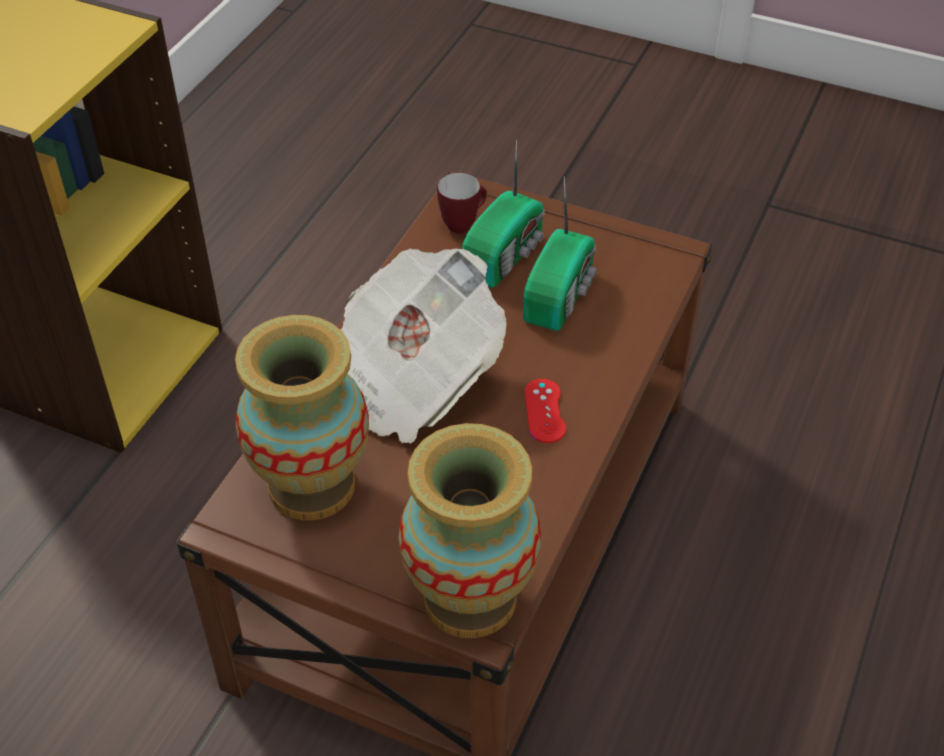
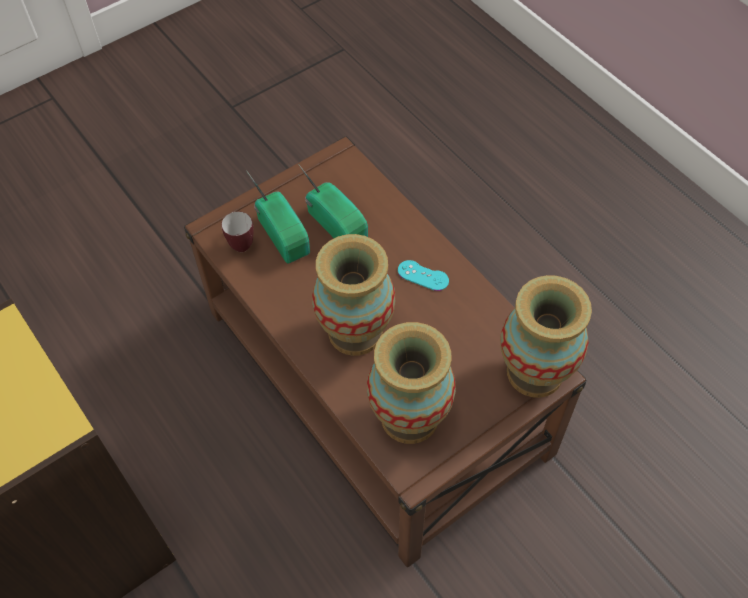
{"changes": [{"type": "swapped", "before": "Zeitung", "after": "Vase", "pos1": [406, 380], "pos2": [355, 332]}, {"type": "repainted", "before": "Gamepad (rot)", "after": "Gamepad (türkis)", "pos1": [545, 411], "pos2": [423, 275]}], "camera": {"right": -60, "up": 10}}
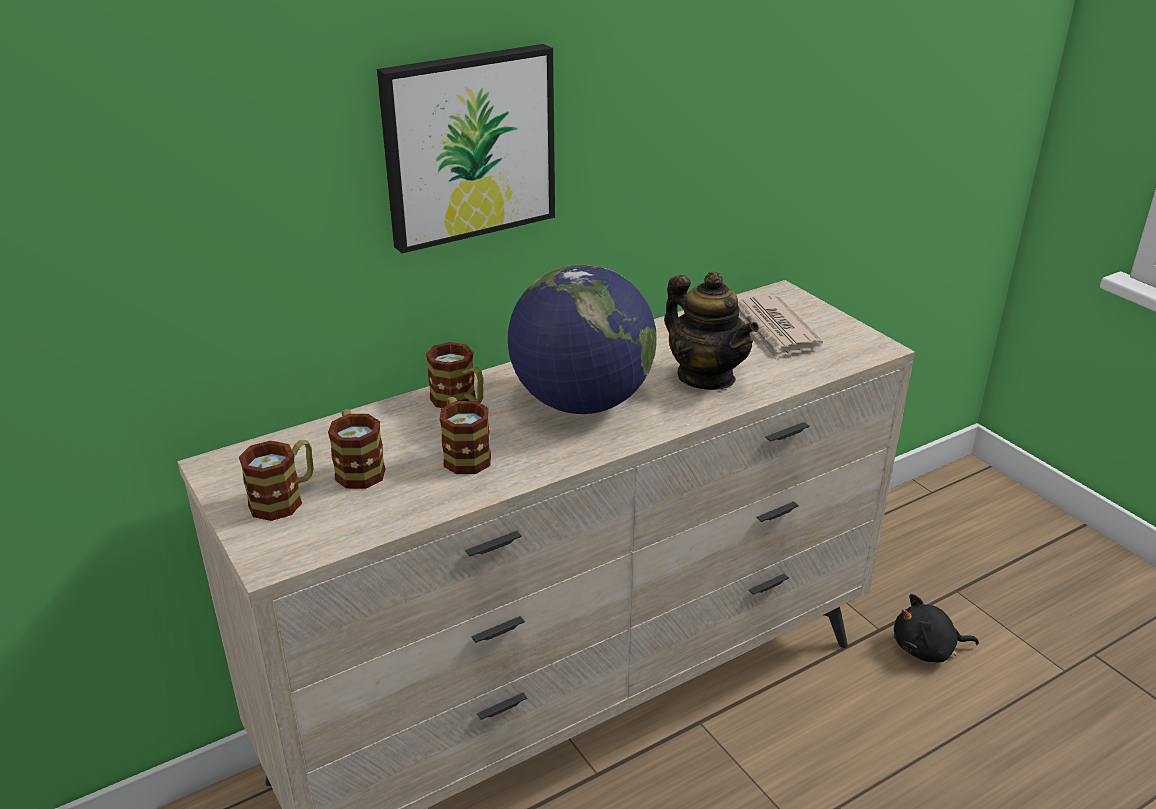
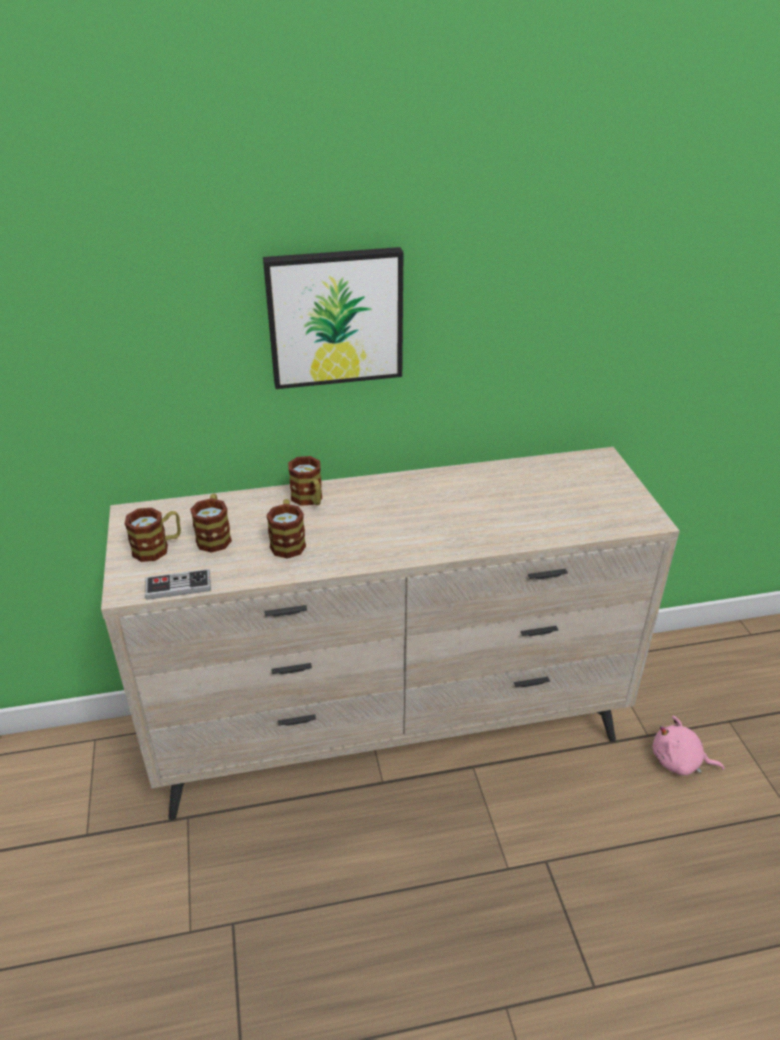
{"changes": [{"type": "gone", "before": "Globus", "pos1": [581, 403]}, {"type": "gone", "before": "Teekanne", "pos1": [706, 377]}, {"type": "gone", "before": "Zeitung", "pos1": [772, 330]}, {"type": "repainted", "before": "Plüschtier (schwarz)", "after": "Plüschtier (rosa)", "pos1": [927, 649], "pos2": [679, 762]}, {"type": "new", "after": "Gamepad", "pos2": [178, 586]}], "camera": {"right": 20, "up": 5}}
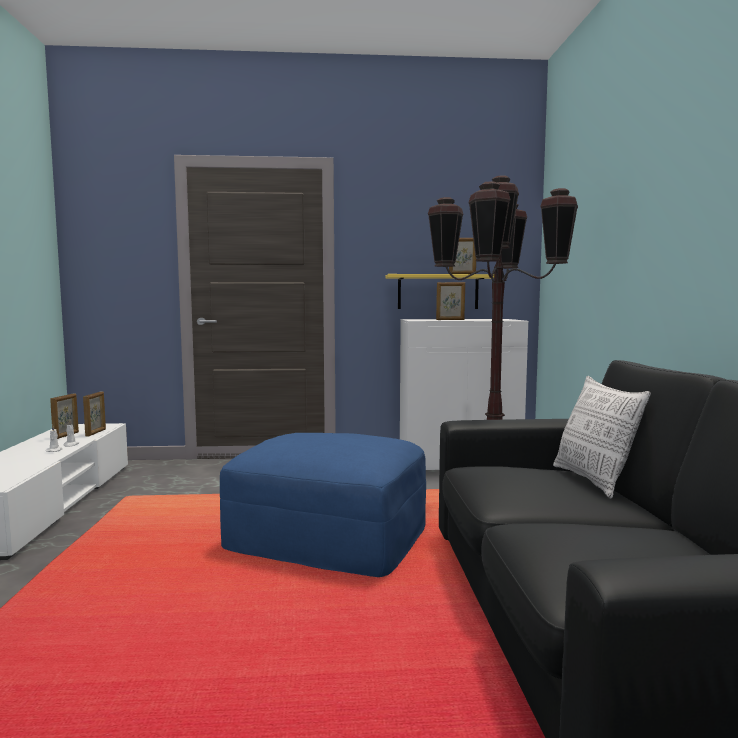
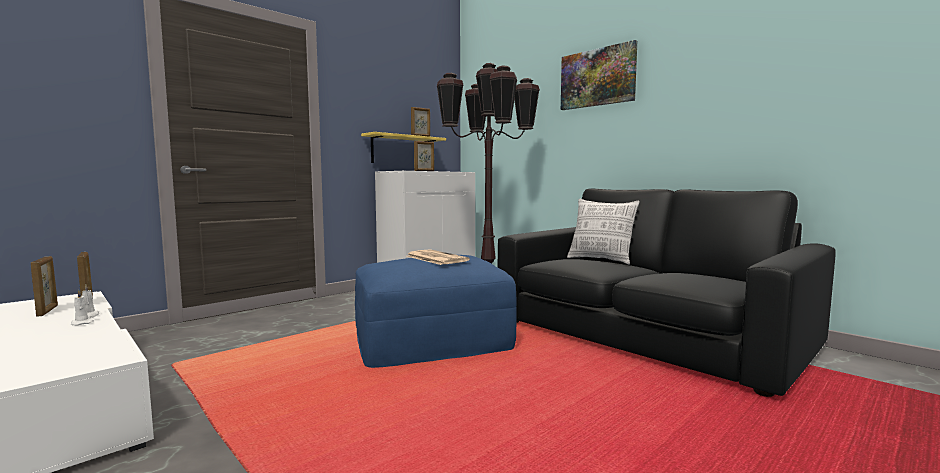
{"changes": [{"type": "new", "after": "Bild", "pos2": [597, 78]}, {"type": "new", "after": "Zeitung", "pos2": [435, 258]}], "camera": {"right": -40, "up": 0}}
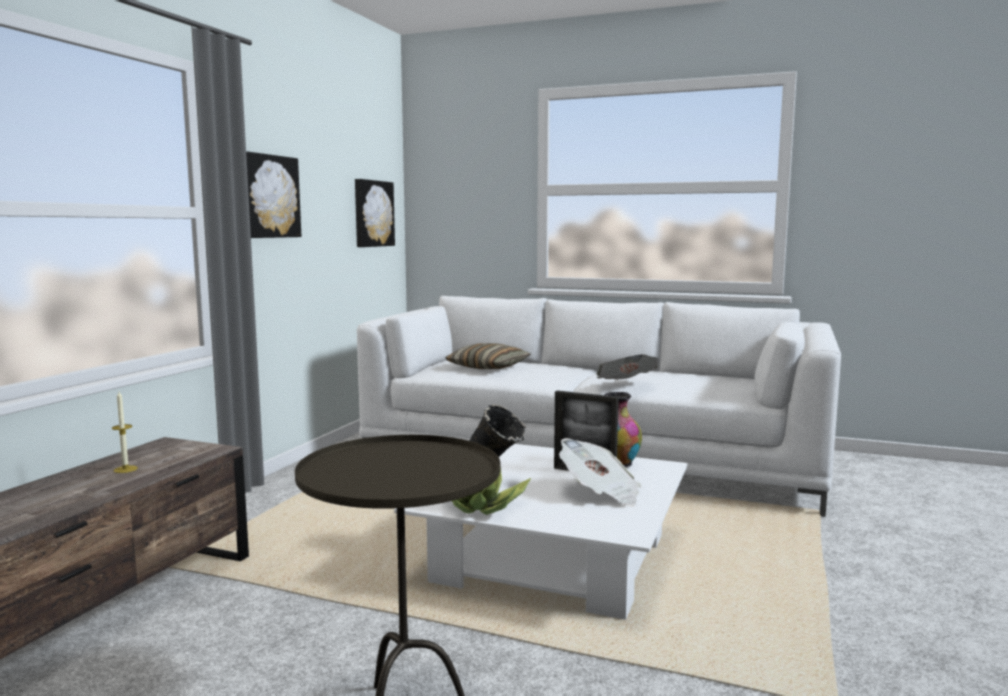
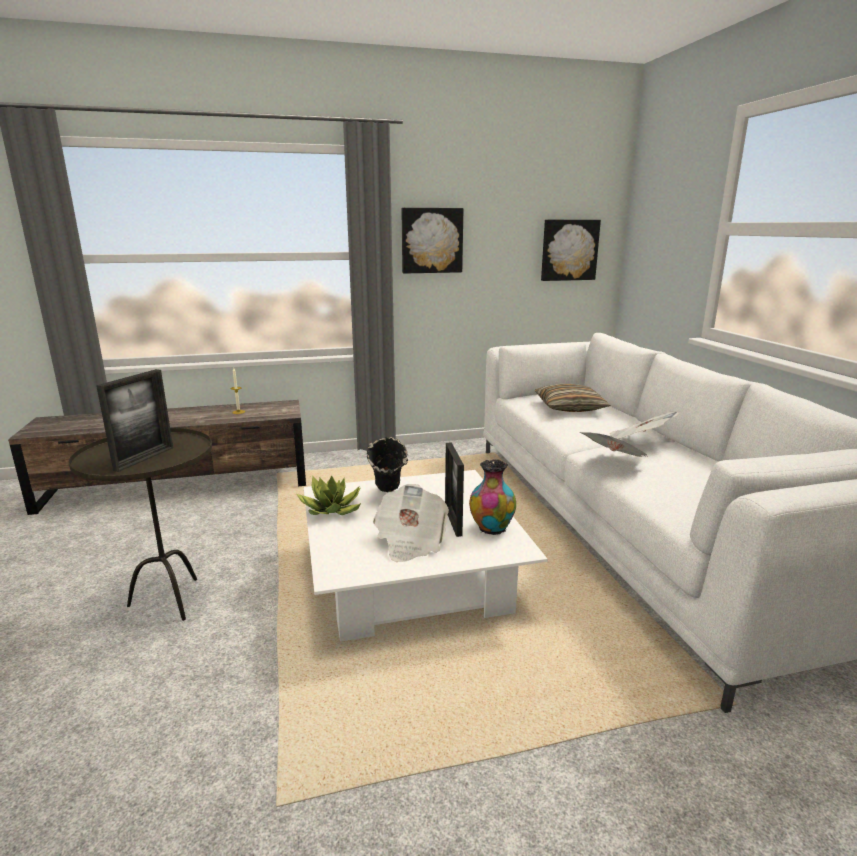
{"changes": [{"type": "new", "after": "Bilderrahmen", "pos2": [144, 459]}, {"type": "new", "after": "Zeitung", "pos2": [638, 442]}], "camera": {"right": 55, "up": 10}}
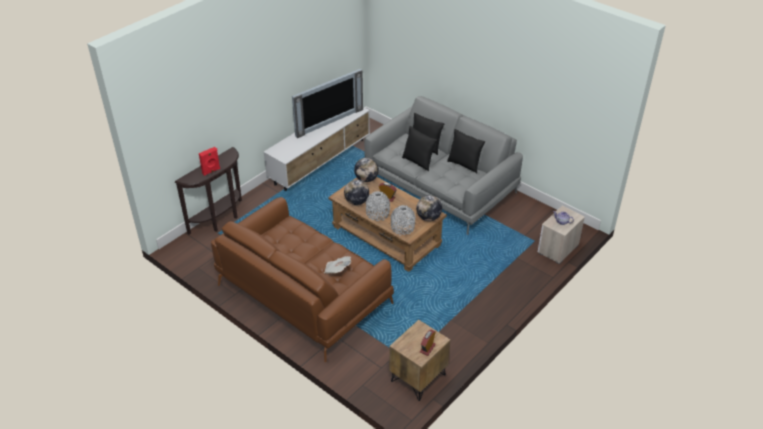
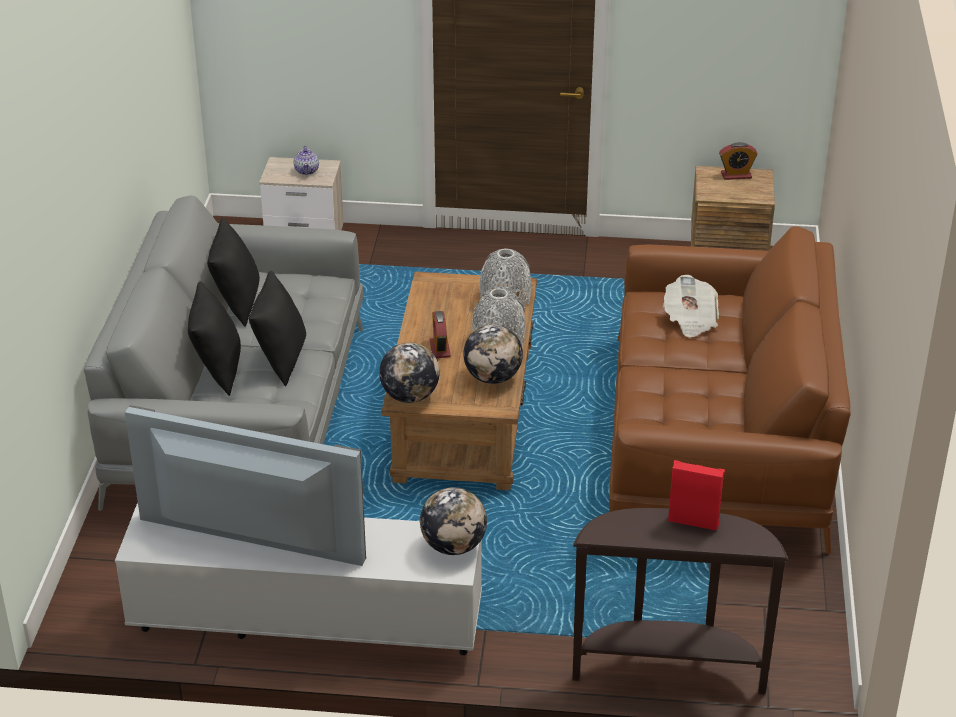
{"changes": [{"type": "shifted", "before": "Globus", "pos1": [428, 218], "pos2": [453, 546]}], "camera": {"right": -125, "up": -5}}
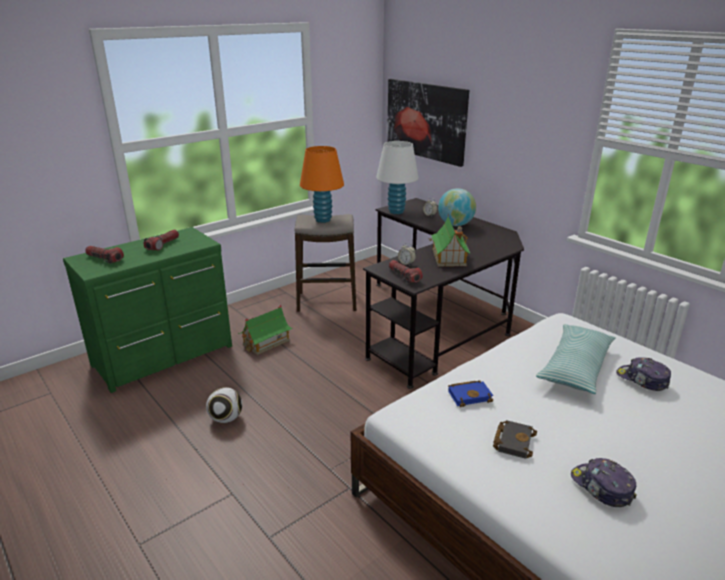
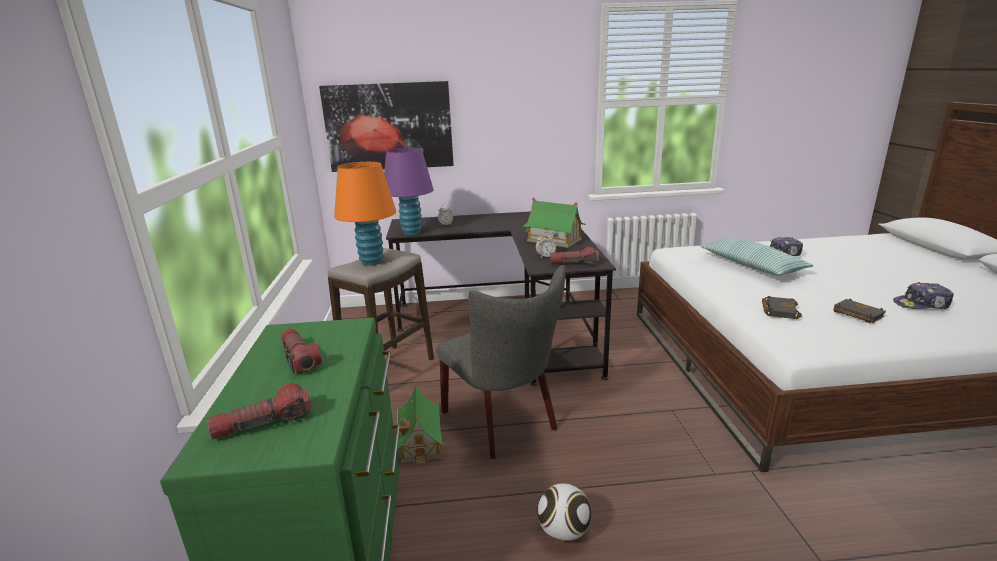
{"changes": [{"type": "repainted", "before": "Tischlampe (weiß)", "after": "Tischlampe (lila)", "pos1": [396, 212], "pos2": [412, 232]}, {"type": "gone", "before": "Globus", "pos1": [455, 225]}, {"type": "repainted", "before": "Buch (blau)", "after": "Buch (schwarz)", "pos1": [470, 395], "pos2": [778, 310]}, {"type": "new", "after": "Stuhl (grau)", "pos2": [504, 423]}], "camera": {"right": -55, "up": -5}}
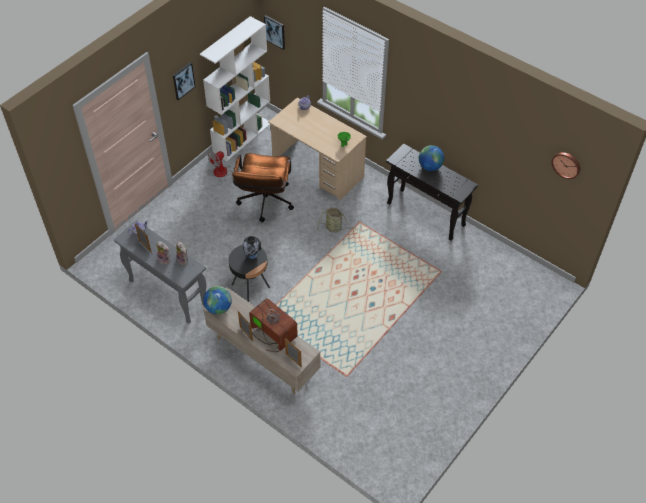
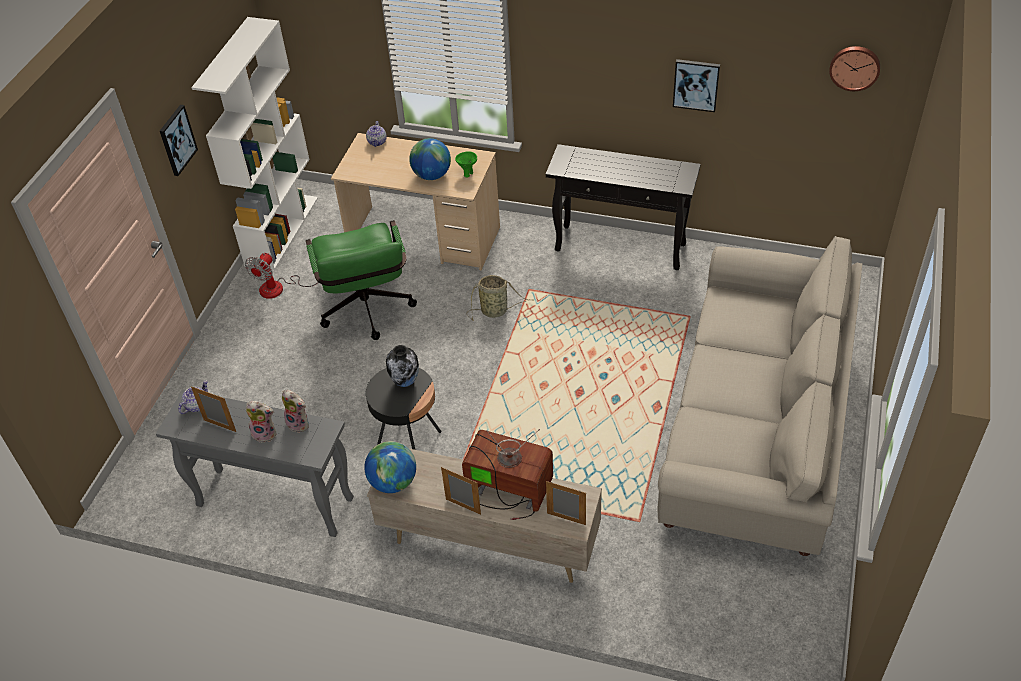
{"changes": [{"type": "shifted", "before": "Bild", "pos1": [275, 31], "pos2": [696, 84]}, {"type": "shifted", "before": "Globus", "pos1": [430, 167], "pos2": [432, 175]}, {"type": "repainted", "before": "Bürostuhl (braun)", "after": "Bürostuhl (grün)", "pos1": [265, 204], "pos2": [367, 313]}, {"type": "new", "after": "Sofa (beige)", "pos2": [755, 428]}], "camera": {"right": -20, "up": -5}}
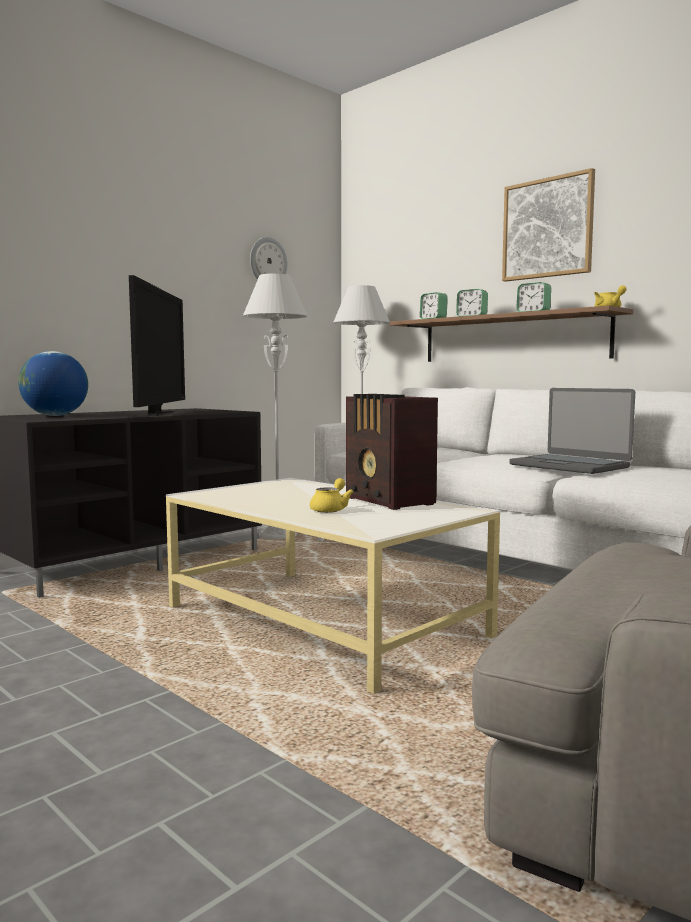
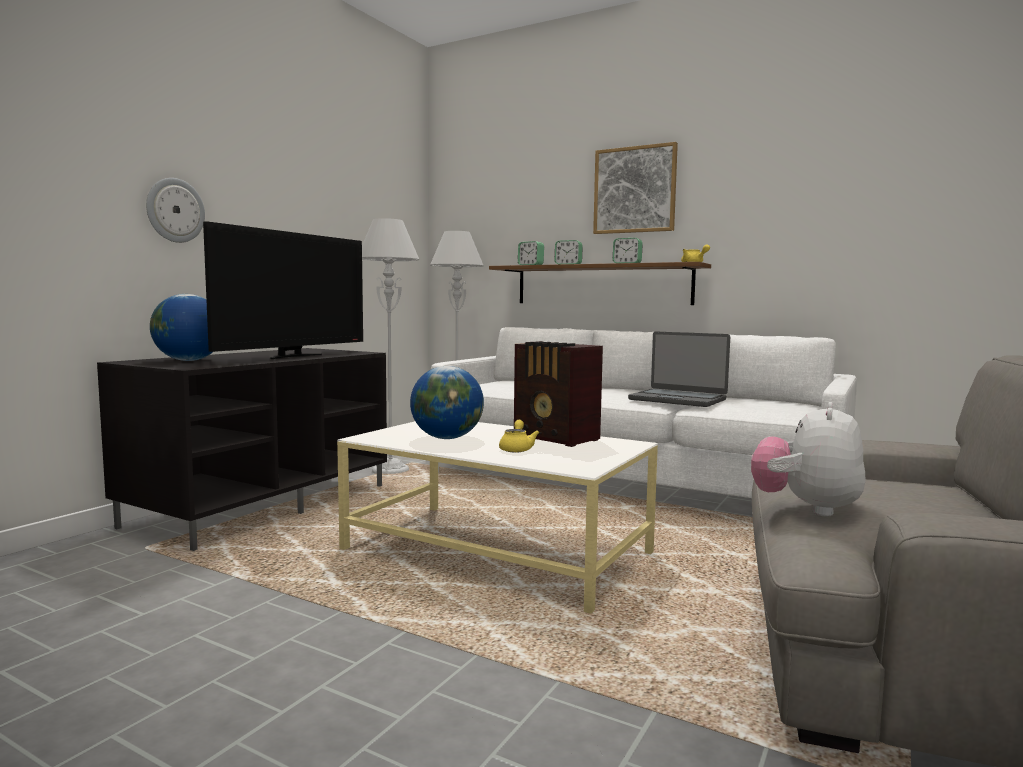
{"changes": [{"type": "shifted", "before": "Wanduhr", "pos1": [267, 262], "pos2": [175, 210]}, {"type": "rotated", "before": "Fernseher", "pos1": [159, 413], "pos2": [293, 356], "turn": 45}, {"type": "new", "after": "Globus", "pos2": [447, 438]}, {"type": "new", "after": "Plüschtier", "pos2": [806, 508]}], "camera": {"right": -15, "up": 0}}
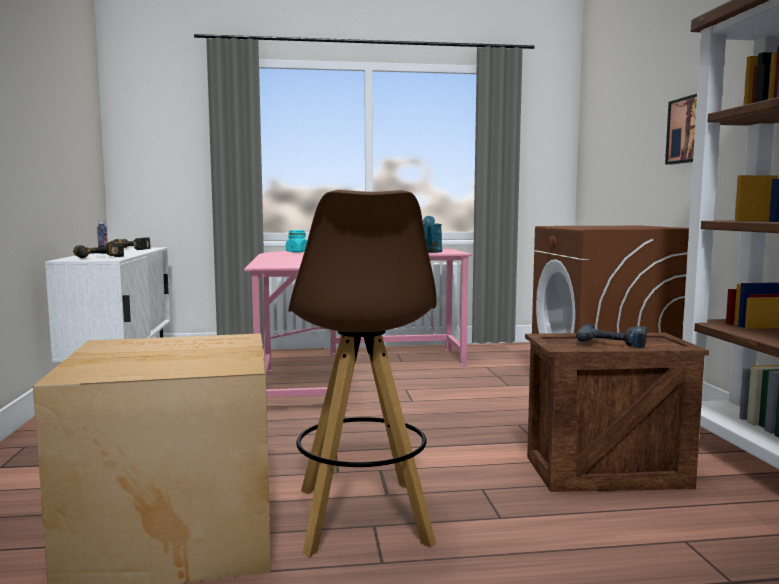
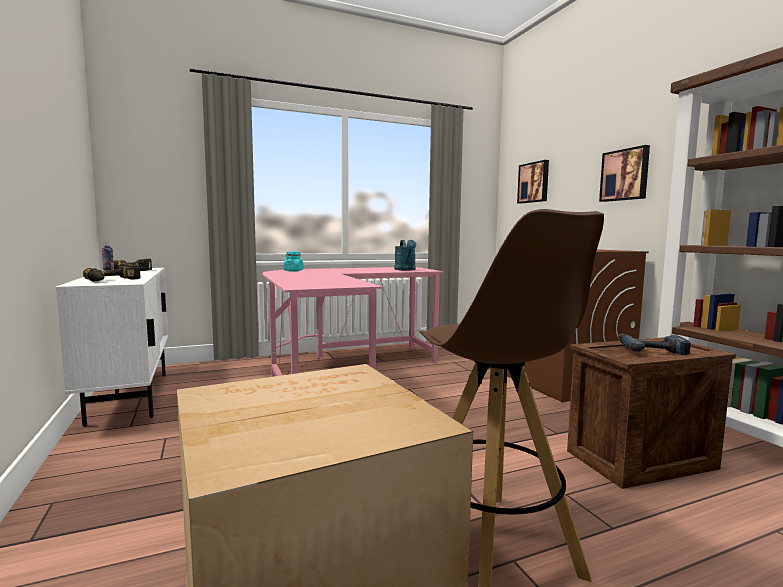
{"changes": [{"type": "new", "after": "Bild", "pos2": [534, 182]}], "camera": {"right": -15, "up": 0}}
